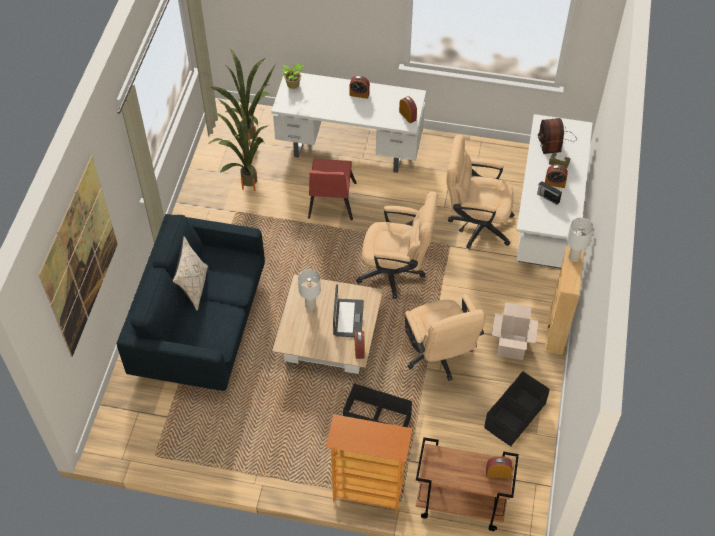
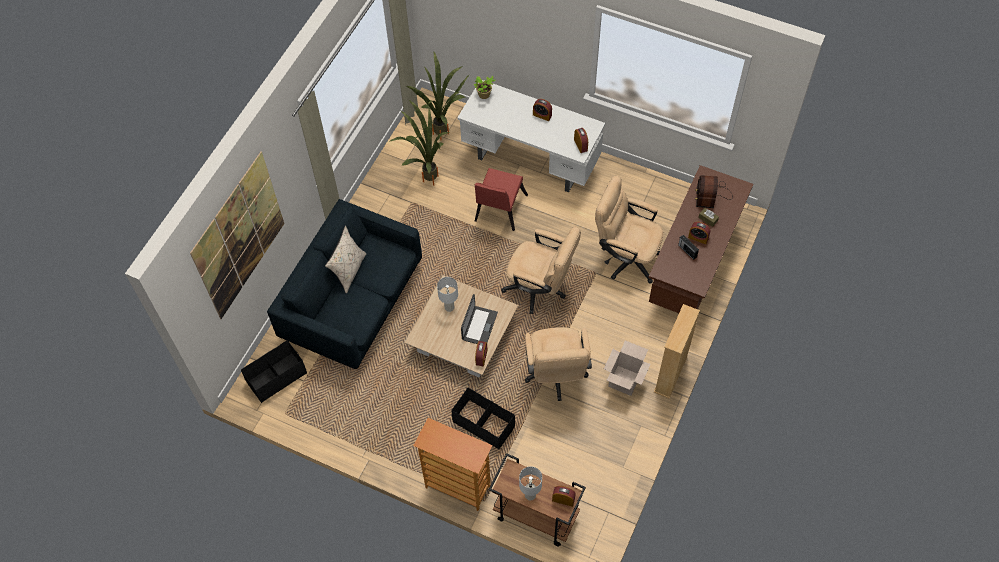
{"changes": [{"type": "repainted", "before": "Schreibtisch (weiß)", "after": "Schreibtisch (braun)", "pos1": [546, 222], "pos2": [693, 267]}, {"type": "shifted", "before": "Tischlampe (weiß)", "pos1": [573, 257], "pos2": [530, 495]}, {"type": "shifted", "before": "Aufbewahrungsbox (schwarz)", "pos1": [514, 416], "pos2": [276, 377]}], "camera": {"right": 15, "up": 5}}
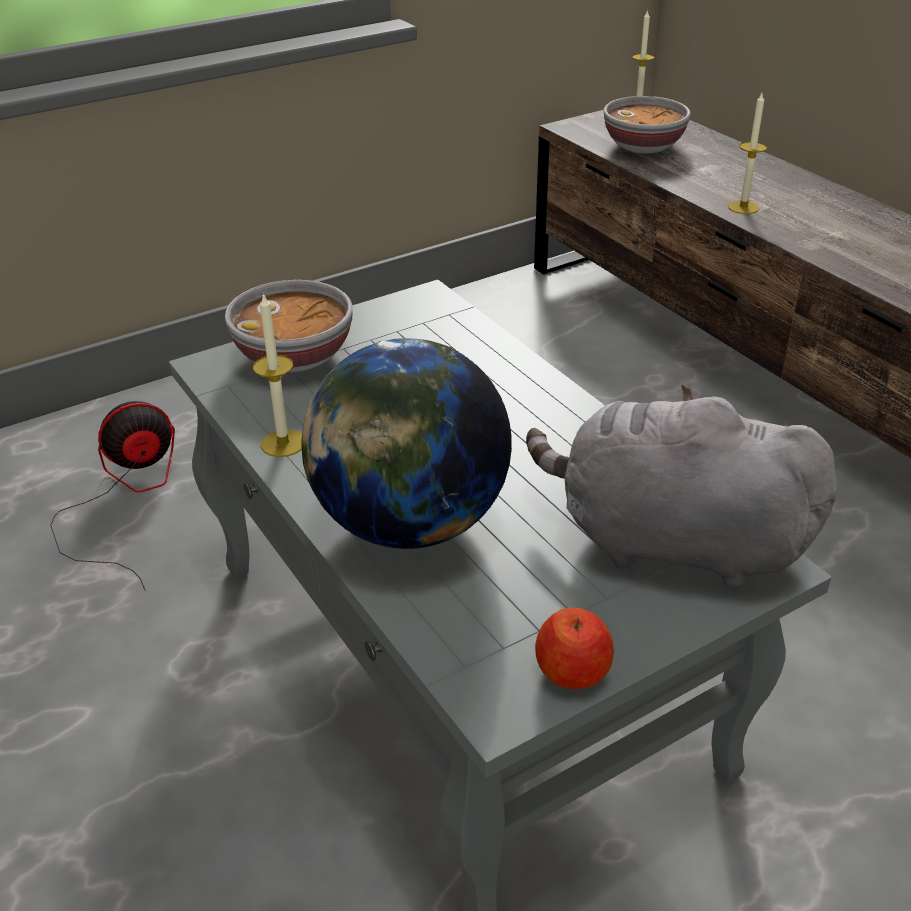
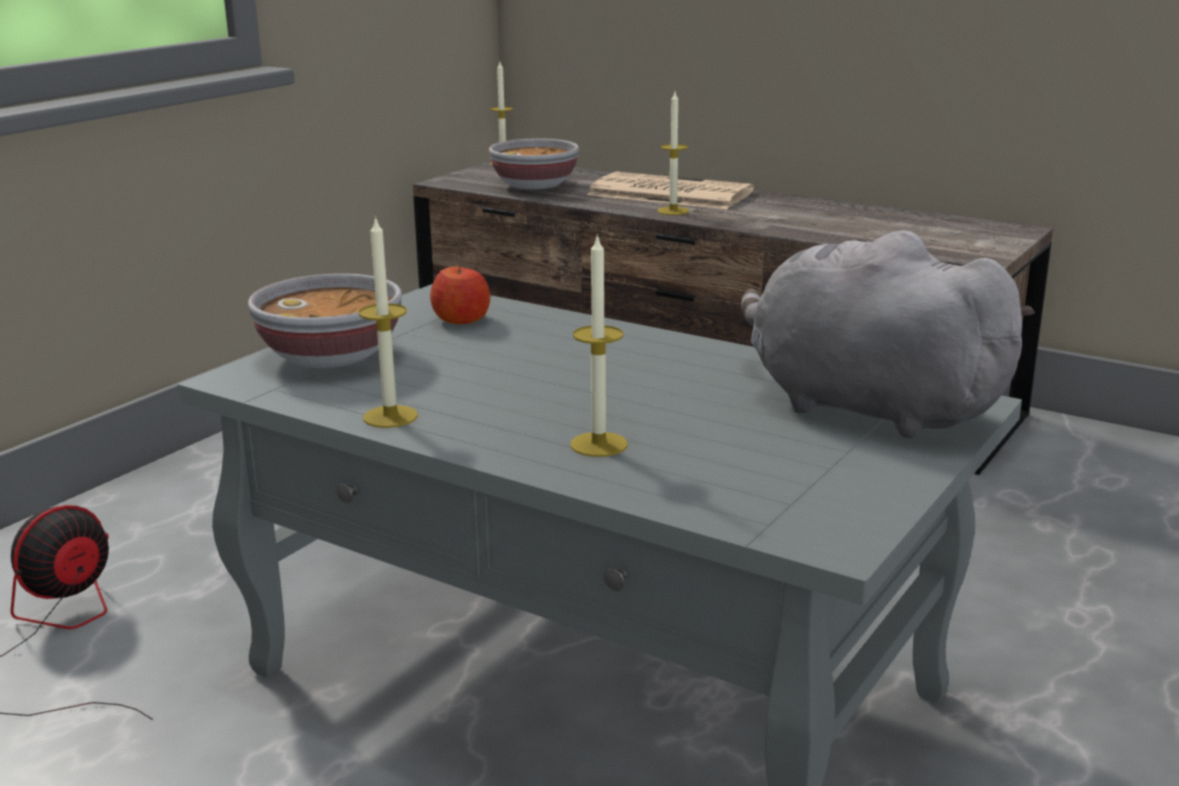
{"changes": [{"type": "swapped", "before": "Globus", "after": "Kerze", "pos1": [410, 524], "pos2": [599, 444]}, {"type": "rotated", "before": "Plüschtier (grau)", "pos1": [670, 543], "pos2": [863, 406], "turn": 45}, {"type": "shifted", "before": "Apfel", "pos1": [573, 672], "pos2": [462, 320]}, {"type": "new", "after": "Zeitung", "pos2": [667, 193]}], "camera": {"right": -25, "up": -15}}
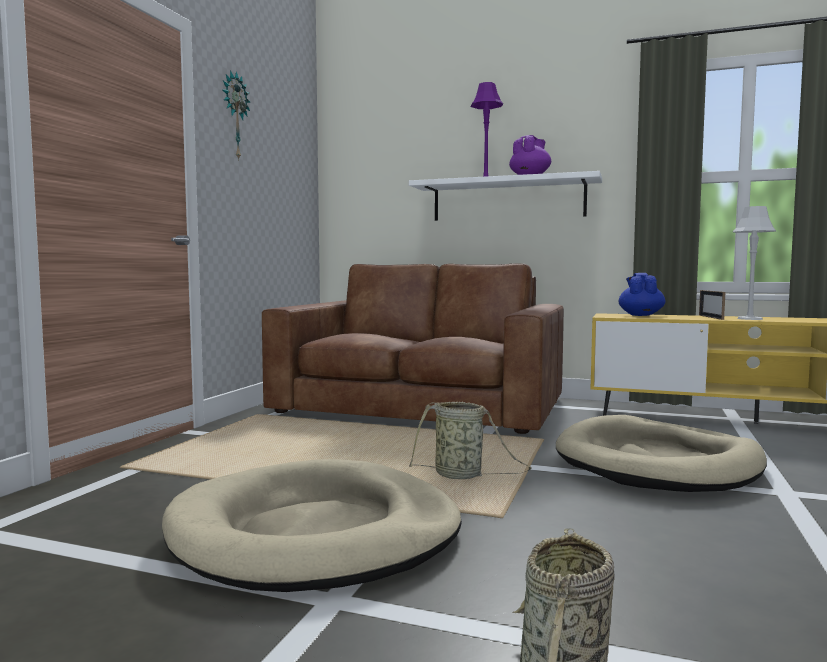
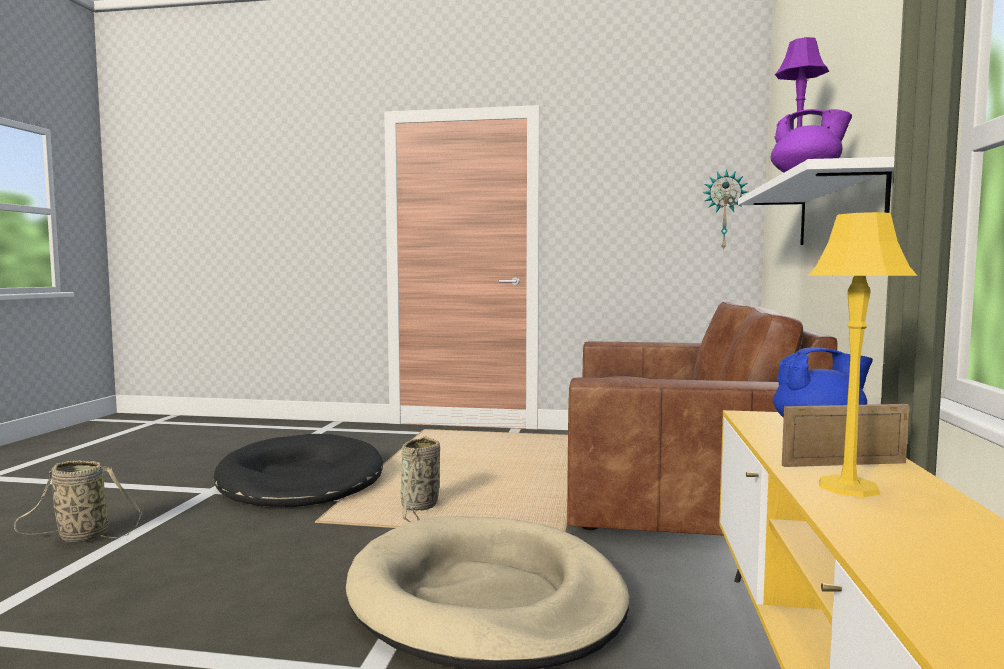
{"changes": [{"type": "shifted", "before": "Wanduhr", "pos1": [234, 116], "pos2": [724, 210]}, {"type": "repainted", "before": "Tischlampe (grau)", "after": "Tischlampe (gelb)", "pos1": [749, 319], "pos2": [848, 487]}, {"type": "repainted", "before": "Hundebett (beige)", "after": "Hundebett (schwarz)", "pos1": [316, 534], "pos2": [301, 479]}], "camera": {"right": 80, "up": 0}}
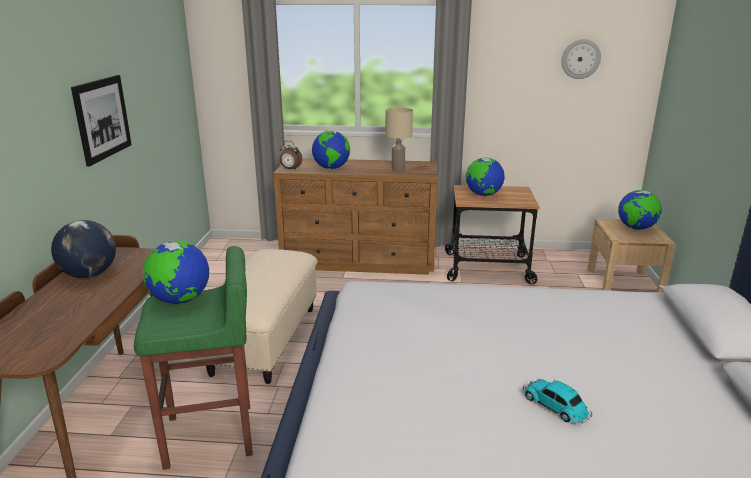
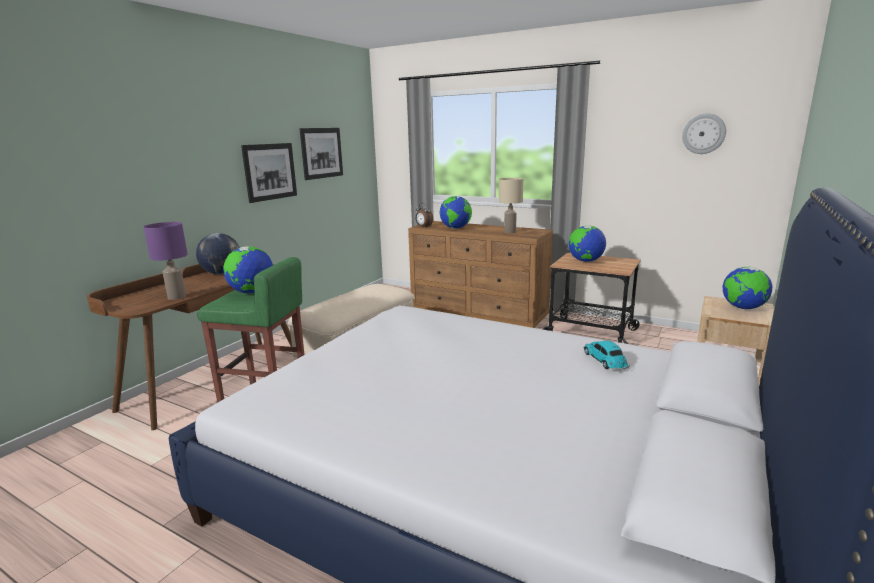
{"changes": [{"type": "shifted", "before": "Spielzeugauto", "pos1": [556, 407], "pos2": [605, 361]}, {"type": "new", "after": "Bild", "pos2": [321, 153]}, {"type": "new", "after": "Tischlampe (lila)", "pos2": [176, 297]}], "camera": {"right": 25, "up": -5}}
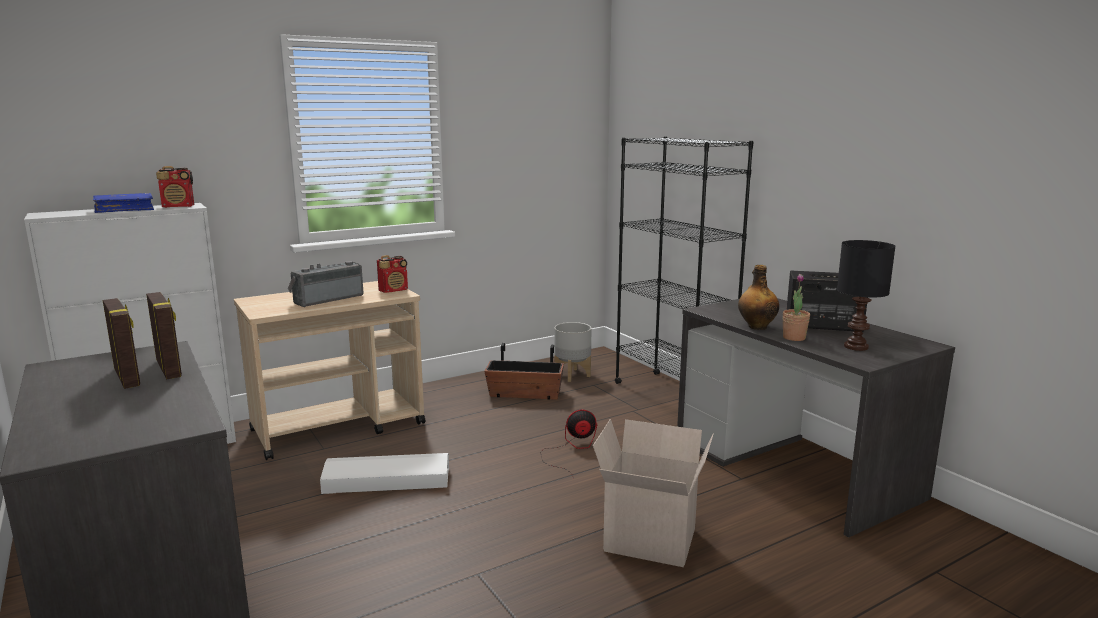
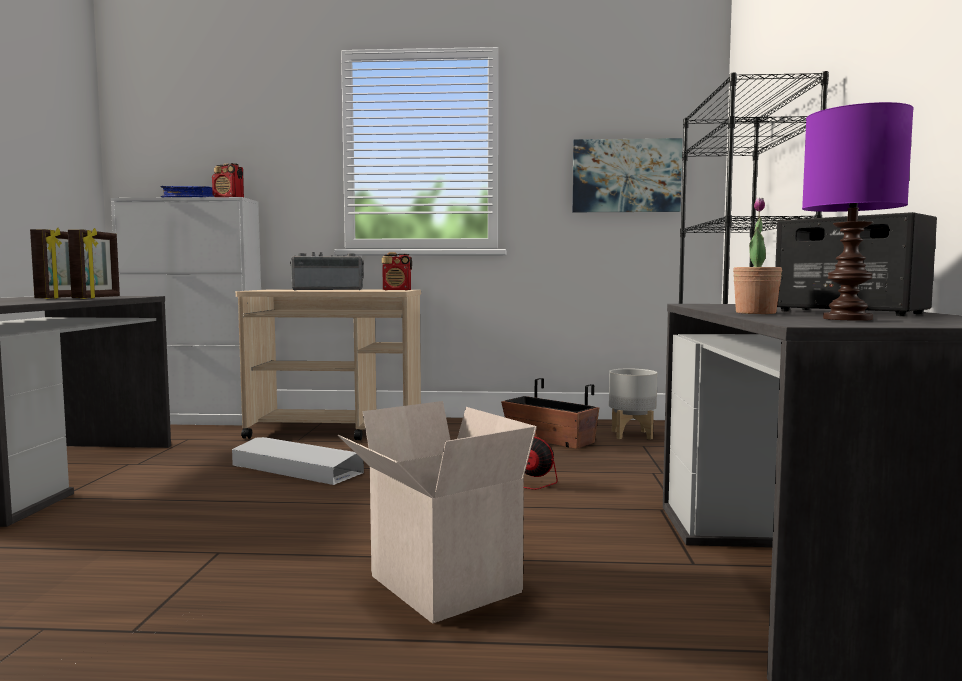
{"changes": [{"type": "repainted", "before": "Tischlampe (schwarz)", "after": "Tischlampe (lila)", "pos1": [855, 347], "pos2": [845, 319]}, {"type": "gone", "before": "Flasche", "pos1": [757, 327]}, {"type": "new", "after": "Bild", "pos2": [626, 176]}], "camera": {"right": 35, "up": -10}}
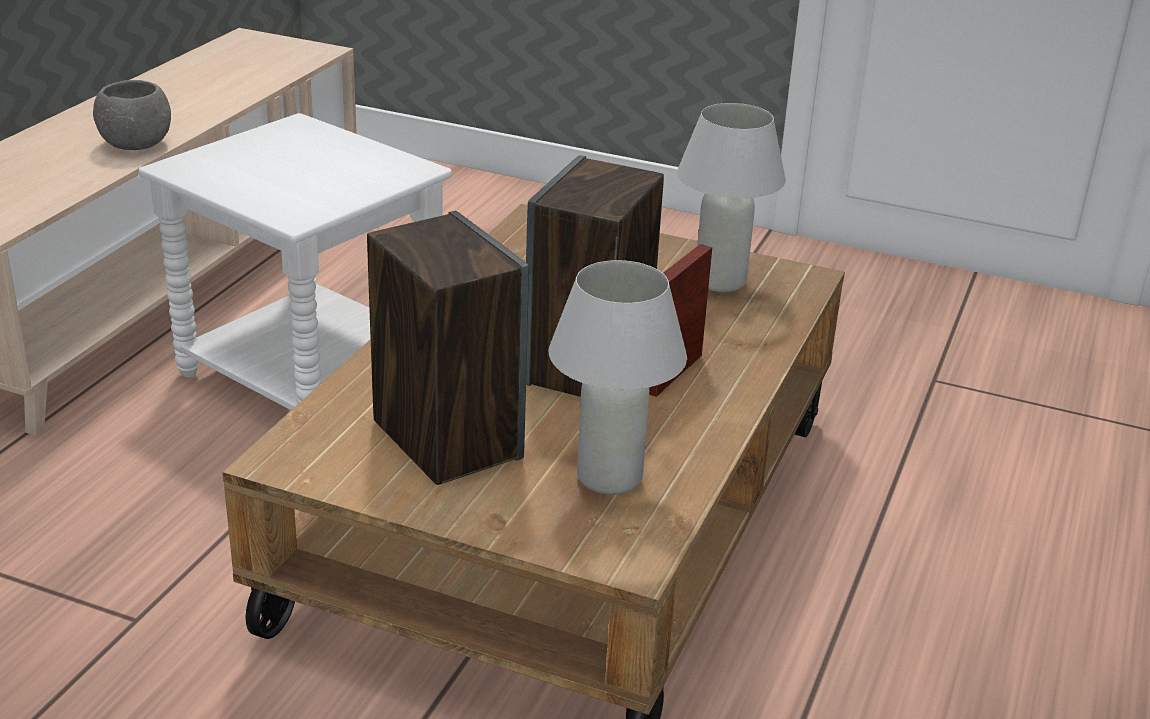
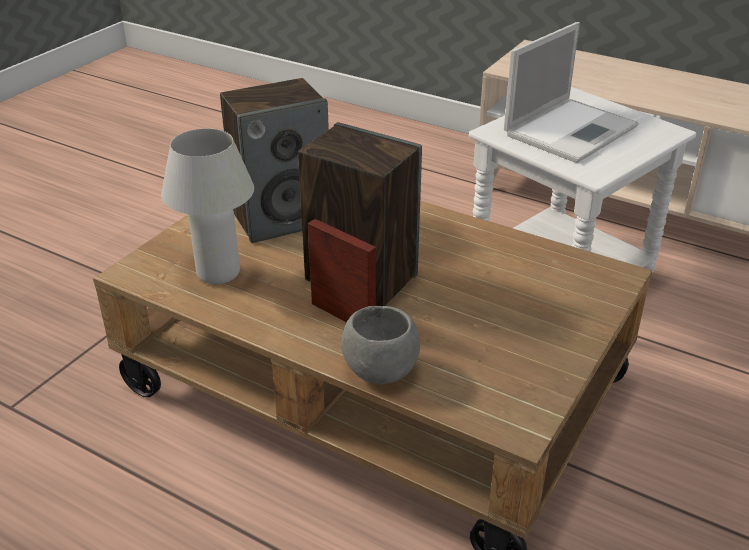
{"changes": [{"type": "shifted", "before": "Schüssel (grau)", "pos1": [137, 145], "pos2": [381, 371]}, {"type": "gone", "before": "Tischlampe (weiß)", "pos1": [720, 281]}, {"type": "new", "after": "Laptop", "pos2": [571, 129]}], "camera": {"right": 100, "up": 5}}
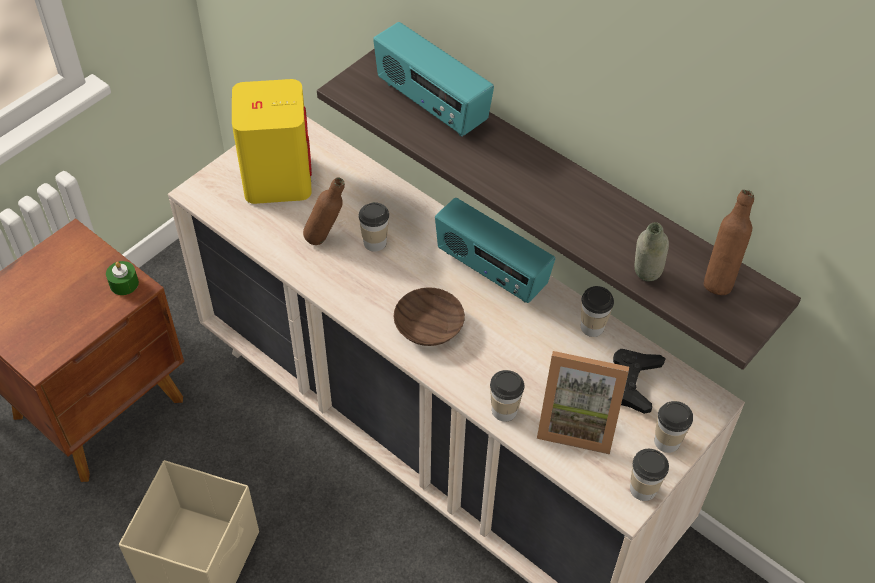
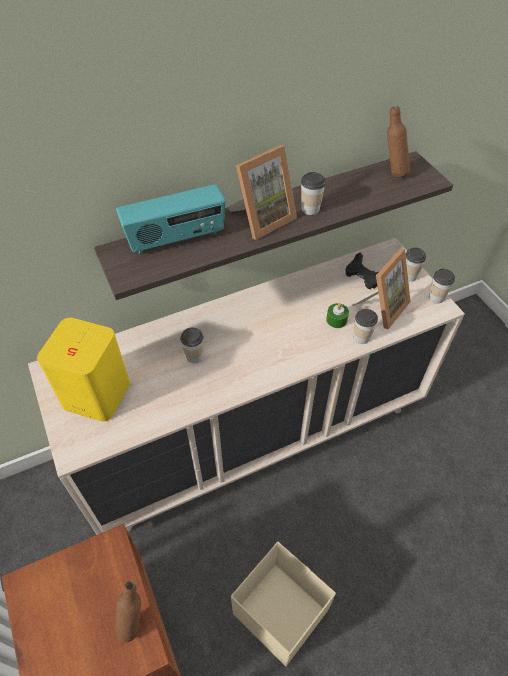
{"changes": [{"type": "shifted", "before": "Flasche (braun)", "pos1": [326, 240], "pos2": [134, 621]}, {"type": "gone", "before": "Radio", "pos1": [490, 271]}, {"type": "gone", "before": "Flasche (grau)", "pos1": [644, 283]}, {"type": "shifted", "before": "Kerze (grün)", "pos1": [124, 284], "pos2": [336, 320]}, {"type": "shifted", "before": "Tasse", "pos1": [592, 327], "pos2": [310, 209]}, {"type": "gone", "before": "Schüssel (braun)", "pos1": [427, 326]}, {"type": "new", "after": "Bilderrahmen", "pos2": [262, 218]}], "camera": {"right": -65, "up": 0}}
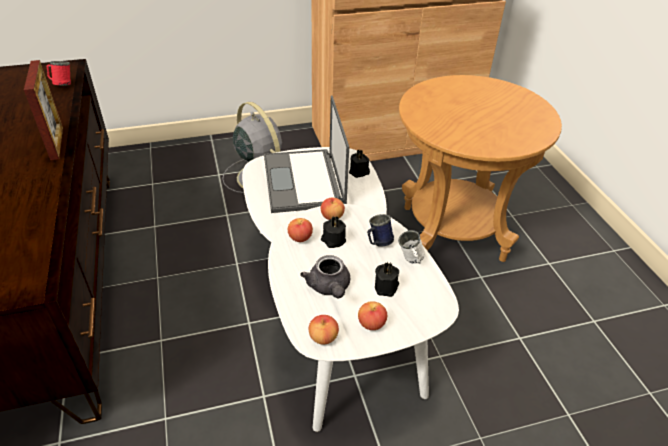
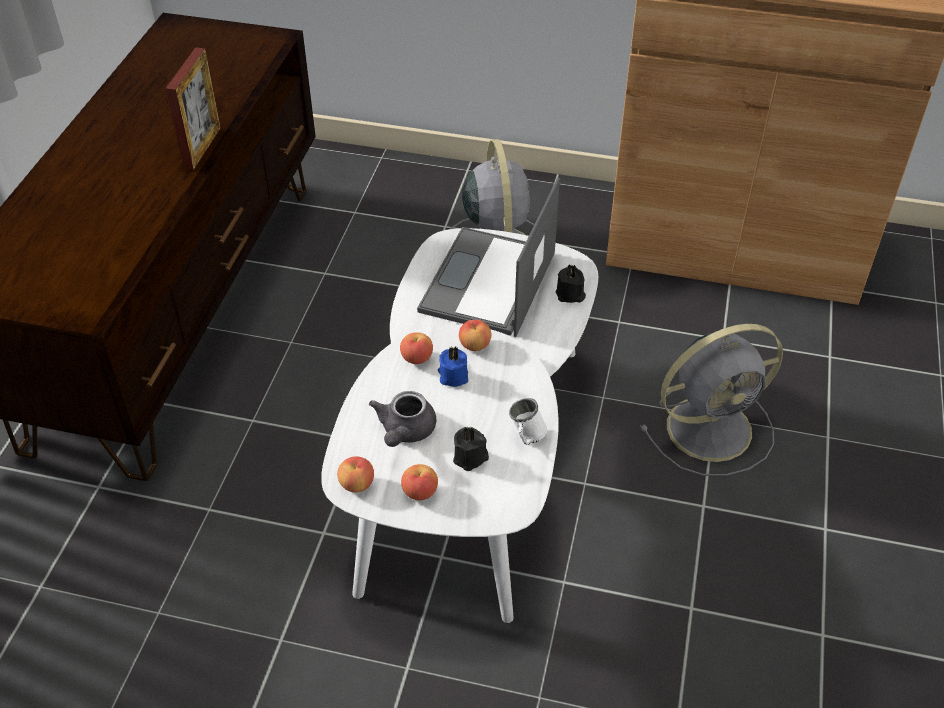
{"changes": [{"type": "gone", "before": "Henkelbecher (rot)", "pos1": [61, 84]}, {"type": "swapped", "before": "Beistelltisch (braun)", "after": "Ventilator (grau)", "pos1": [452, 232], "pos2": [712, 427]}, {"type": "gone", "before": "Henkelbecher (blau)", "pos1": [378, 243]}, {"type": "repainted", "before": "Kerze (schwarz)", "after": "Kerze (blau)", "pos1": [333, 240], "pos2": [453, 376]}], "camera": {"right": 30, "up": 5}}
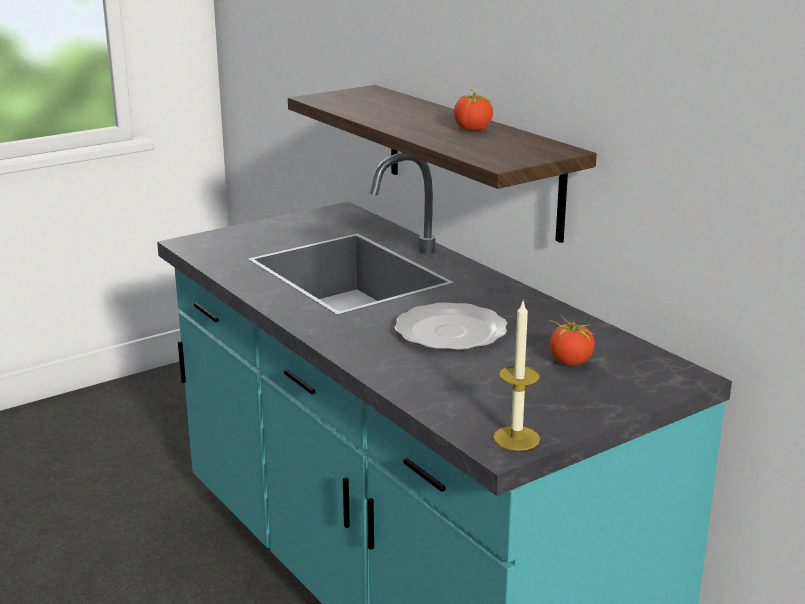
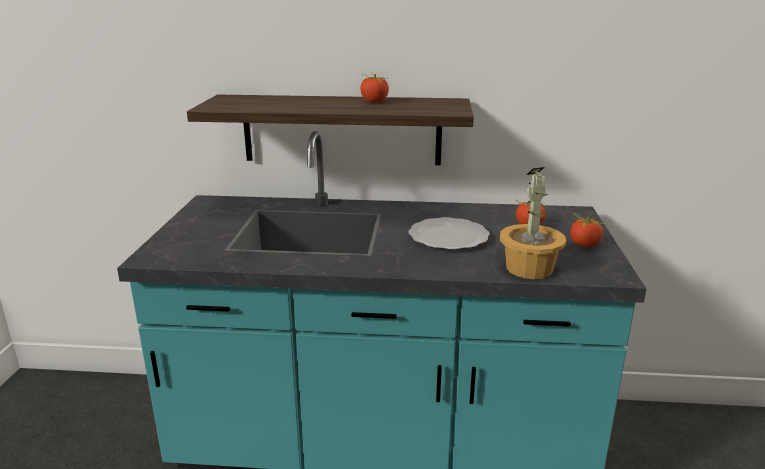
{"changes": [{"type": "gone", "before": "Kerze", "pos1": [516, 438]}, {"type": "new", "after": "Topfpflanze", "pos2": [529, 269]}, {"type": "new", "after": "Tomate", "pos2": [584, 245]}], "camera": {"right": -50, "up": 0}}
